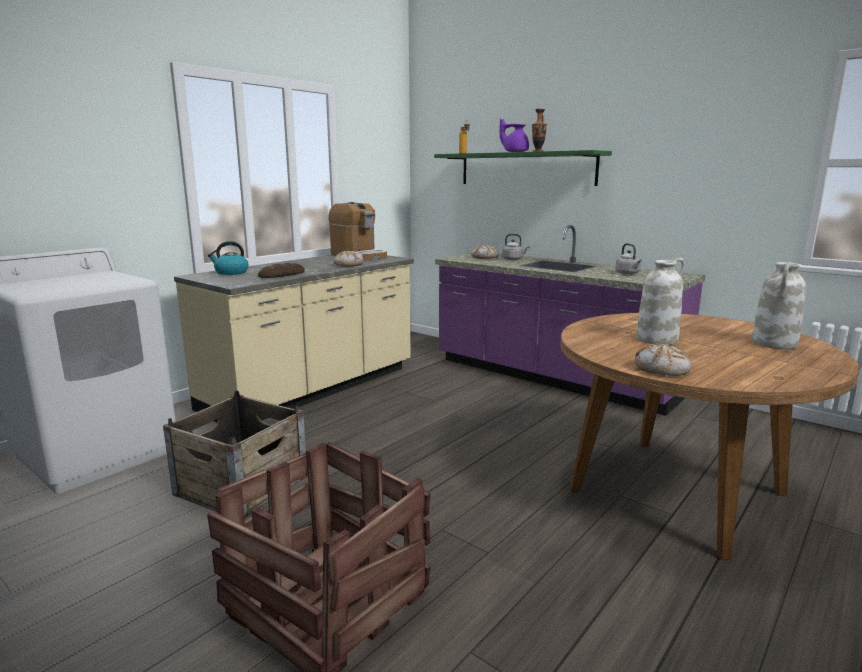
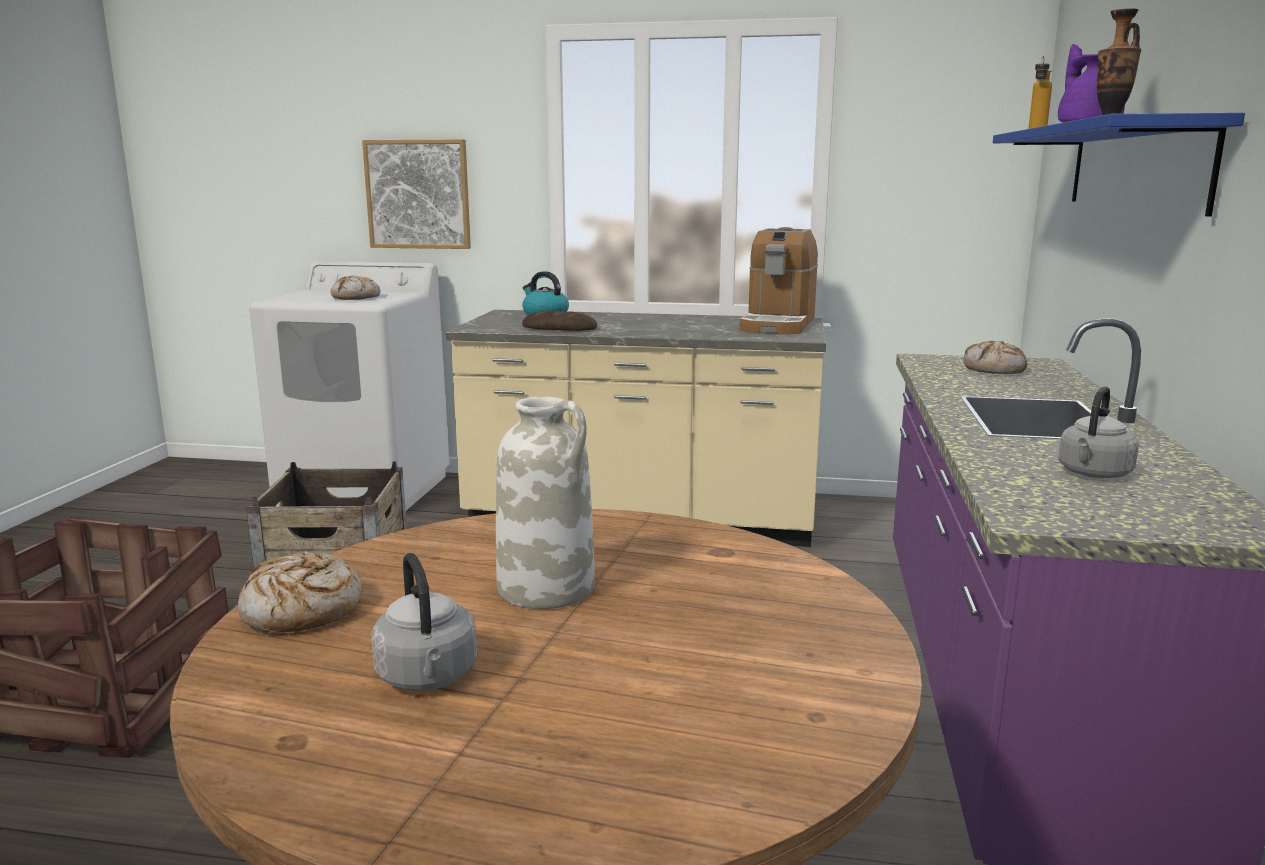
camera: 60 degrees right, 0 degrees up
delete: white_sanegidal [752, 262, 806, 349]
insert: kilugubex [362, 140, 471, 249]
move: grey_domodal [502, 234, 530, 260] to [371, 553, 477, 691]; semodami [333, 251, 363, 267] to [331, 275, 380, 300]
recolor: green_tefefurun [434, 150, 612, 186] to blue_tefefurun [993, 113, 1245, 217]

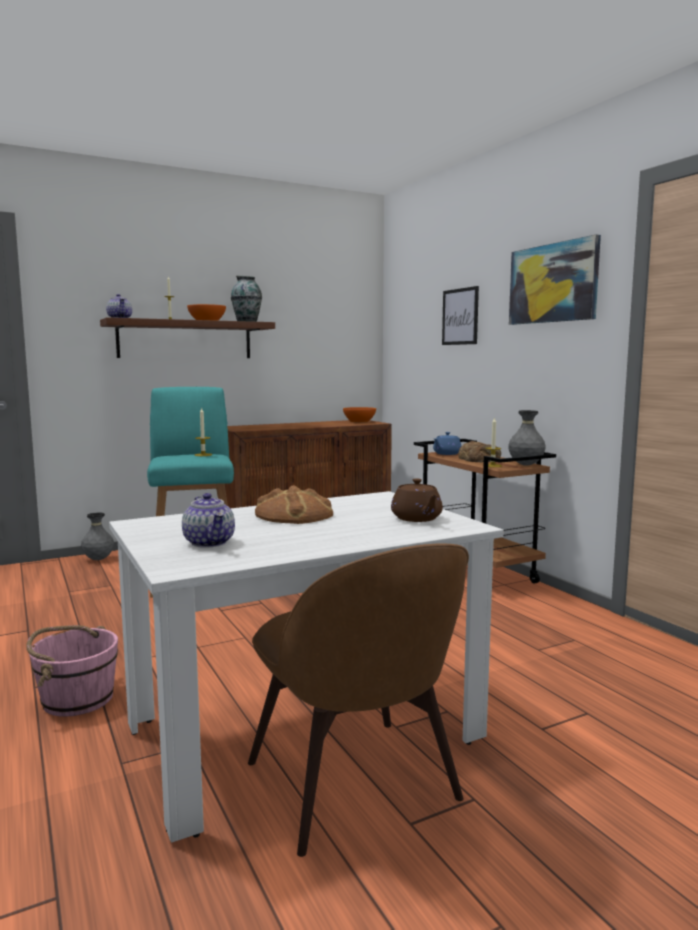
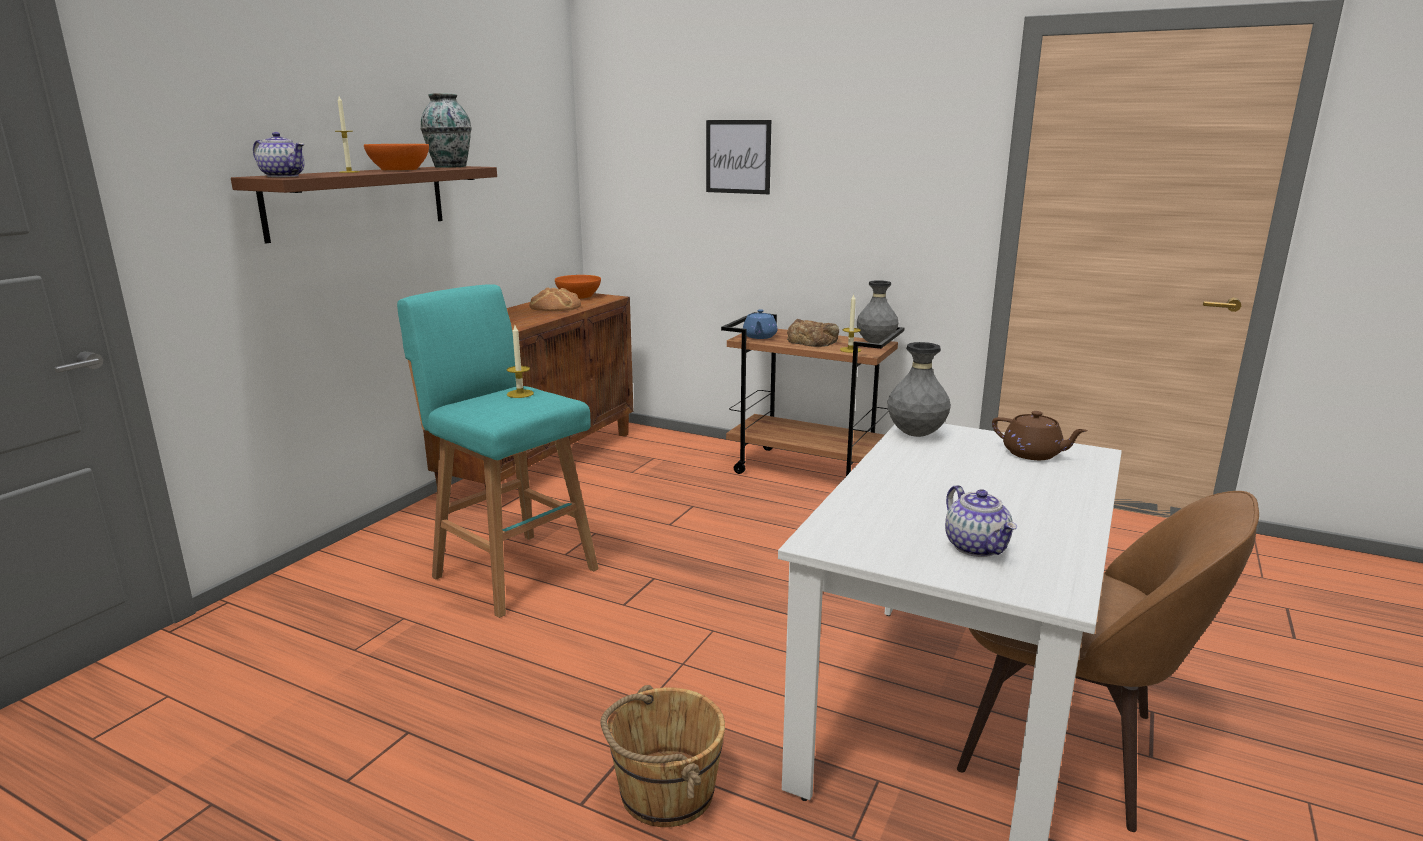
camera: 35 degrees left, 10 degrees up
delete: kilugubex [509, 234, 601, 325]
move: semodami [255, 485, 333, 524] to [529, 287, 581, 311]; grey_sanegidal [81, 512, 114, 560] to [888, 342, 951, 437]
recolor: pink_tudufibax [26, 625, 118, 717] to brown_tudufibax [600, 685, 725, 827]
rotate: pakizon [182, 493, 235, 548] = [945, 485, 1017, 557] 45 degrees clockwise

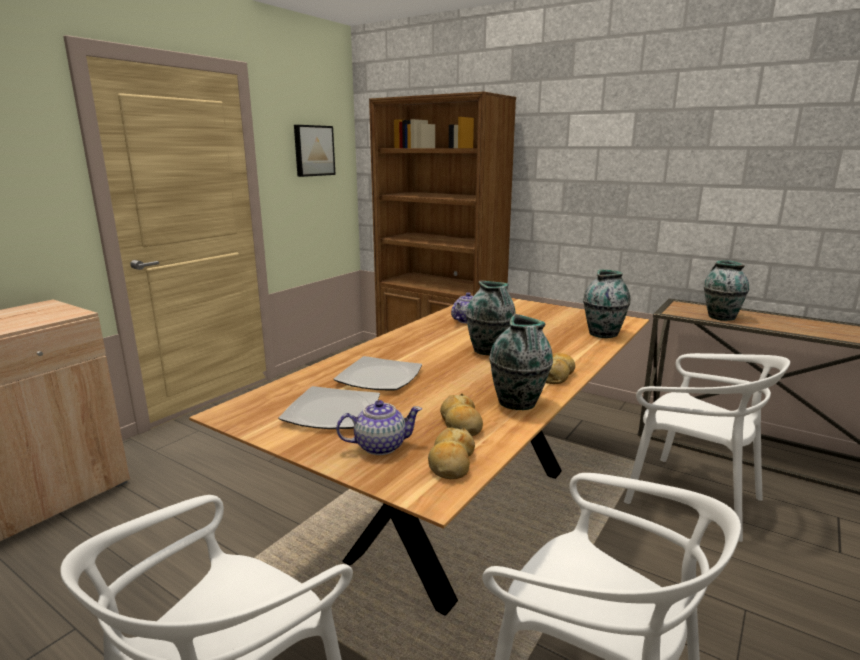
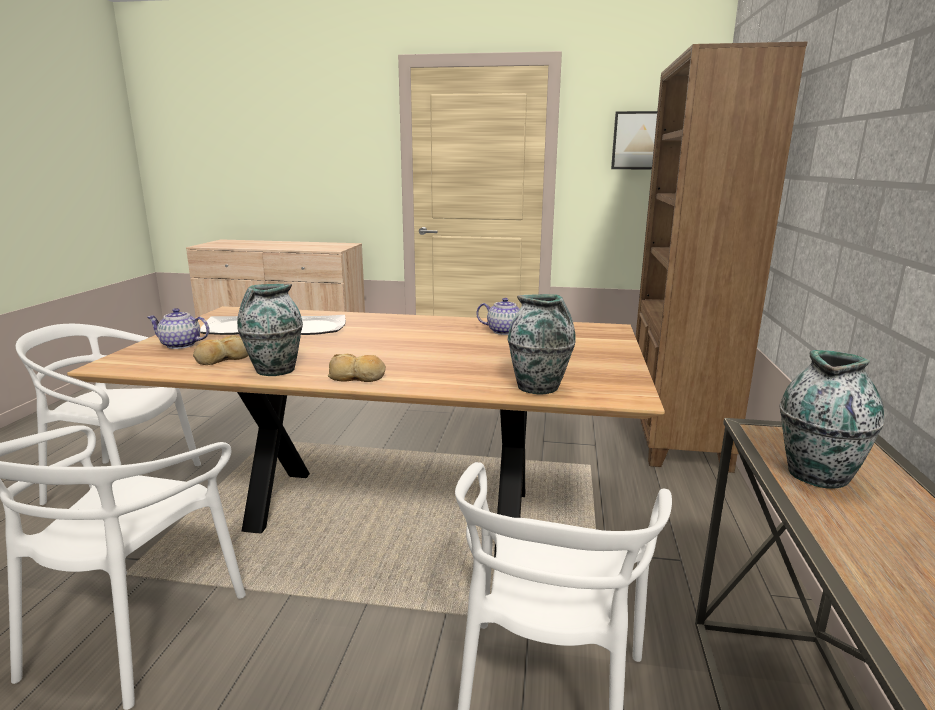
camera: 65 degrees right, 0 degrees up
delete: sanegidal [466, 281, 516, 355]; semodami [428, 428, 475, 479]
rotate: pakizon [336, 400, 422, 455] = [147, 308, 210, 349] 135 degrees clockwise

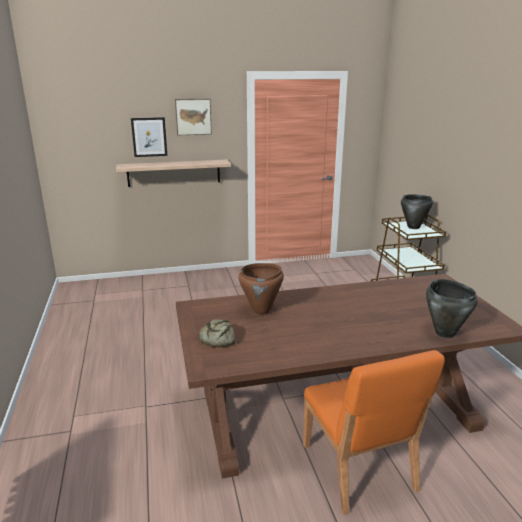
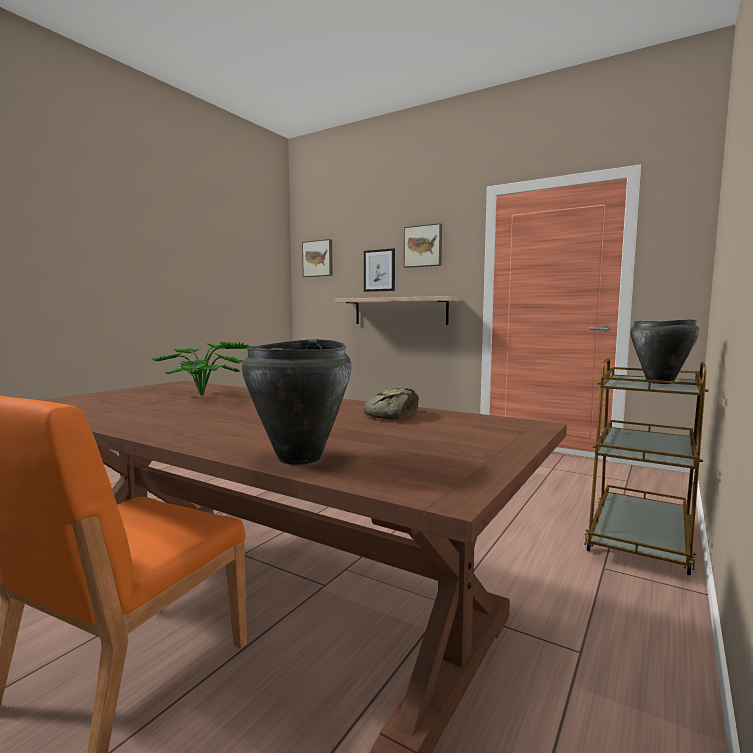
camera: 45 degrees right, 15 degrees down
insert: kilugubex [302, 239, 333, 277]
move: semodami [198, 319, 235, 347] to [364, 388, 419, 420]
replace: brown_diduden [239, 263, 284, 315] to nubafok [152, 341, 251, 395]

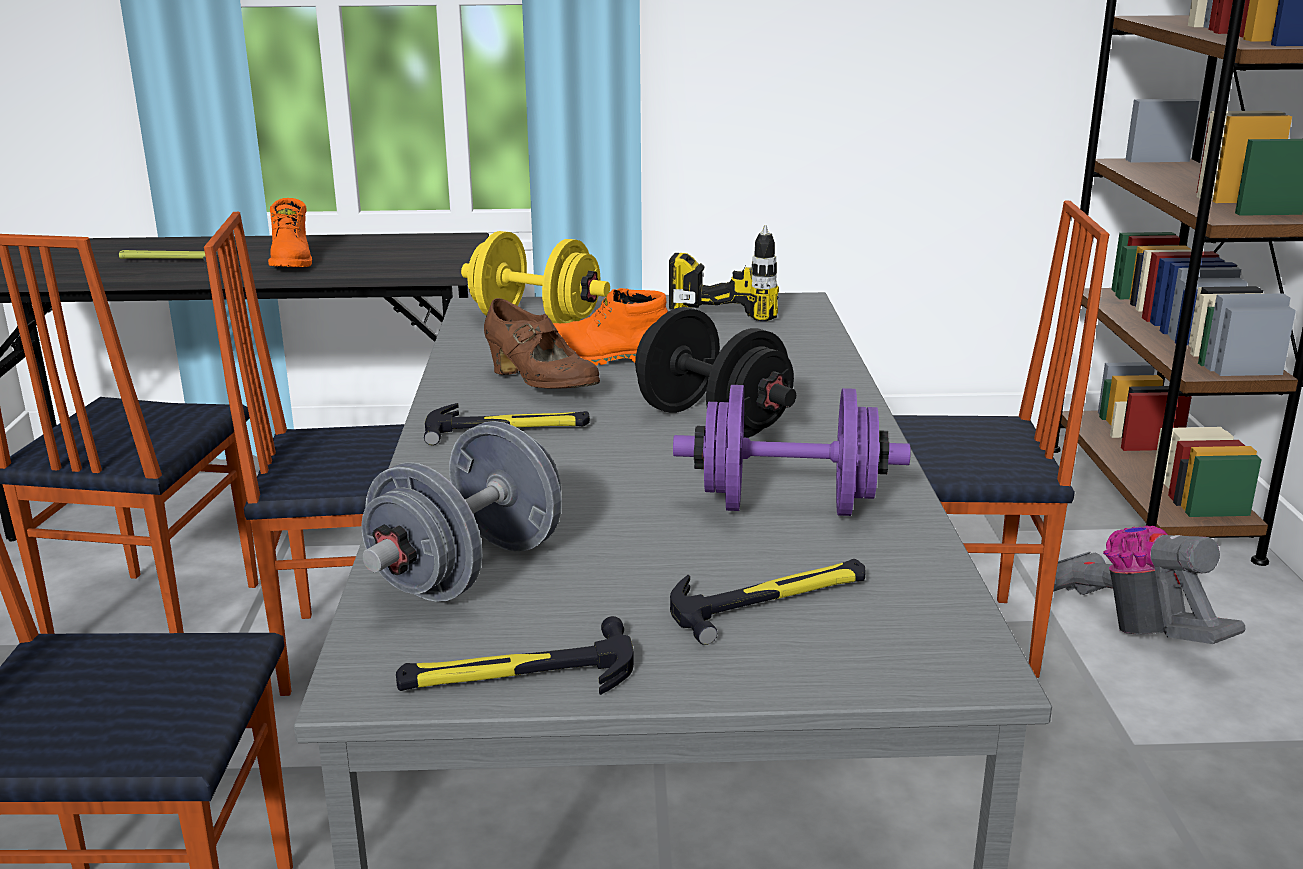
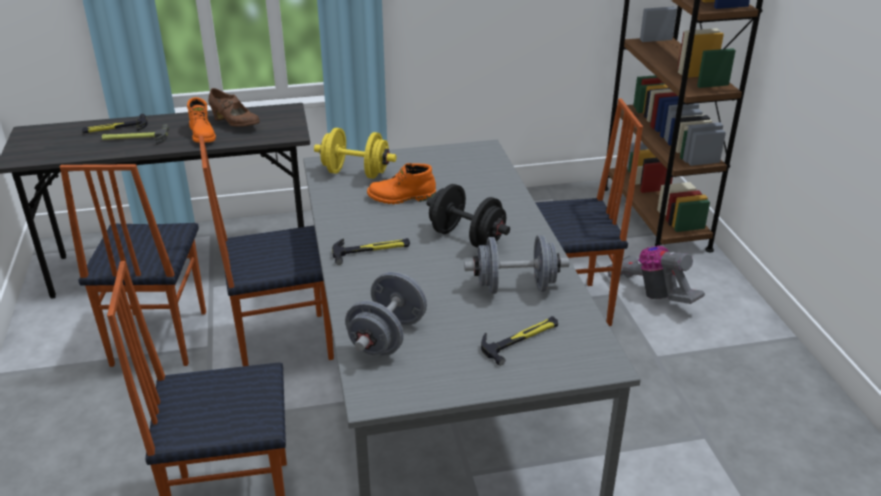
camera: 10 degrees left, 10 degrees up
delete: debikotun [669, 225, 779, 321]
move: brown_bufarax [484, 298, 600, 389] to [208, 88, 260, 127]; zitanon [396, 616, 634, 695] to [82, 114, 148, 133]
recolor: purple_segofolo [673, 385, 911, 516] to grey_segofolo [464, 235, 569, 294]

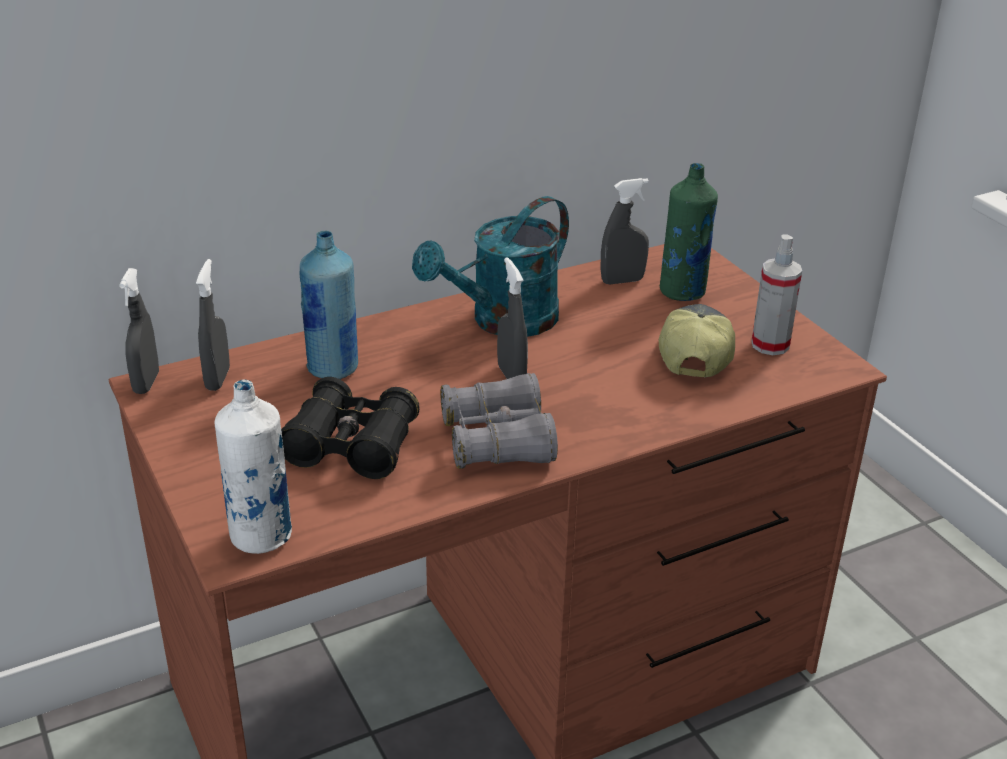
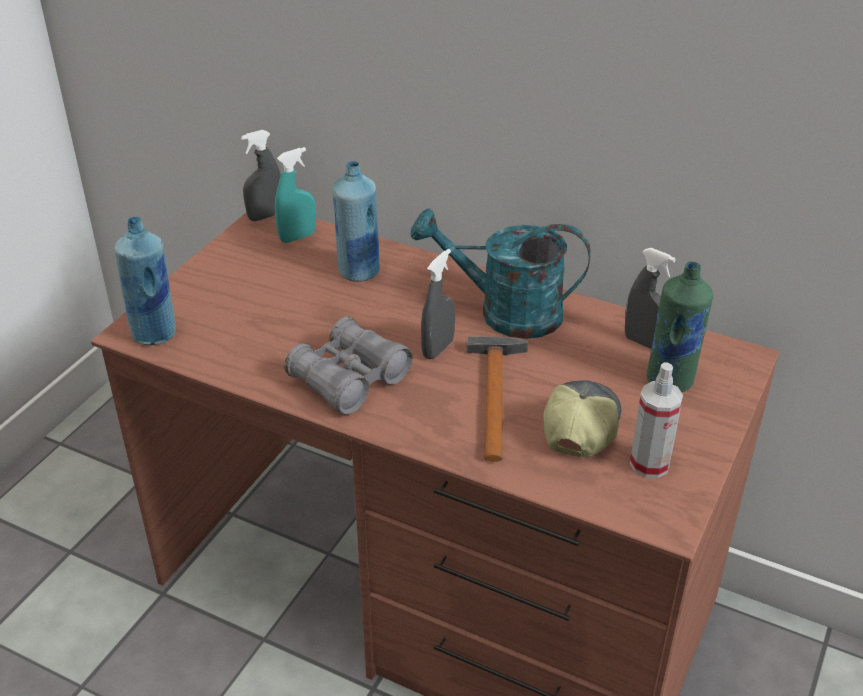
camera: 55 degrees right, 5 degrees up
delete: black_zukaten [281, 377, 420, 479]
insert: zitanon [466, 336, 528, 462]
recolor: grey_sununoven [196, 259, 230, 391] to turquoise_sununoven [275, 147, 316, 243]; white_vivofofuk [214, 379, 292, 554] to blue_vivofofuk [114, 217, 176, 345]
rotate: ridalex [658, 304, 735, 378] = [543, 380, 621, 457] 45 degrees counterclockwise

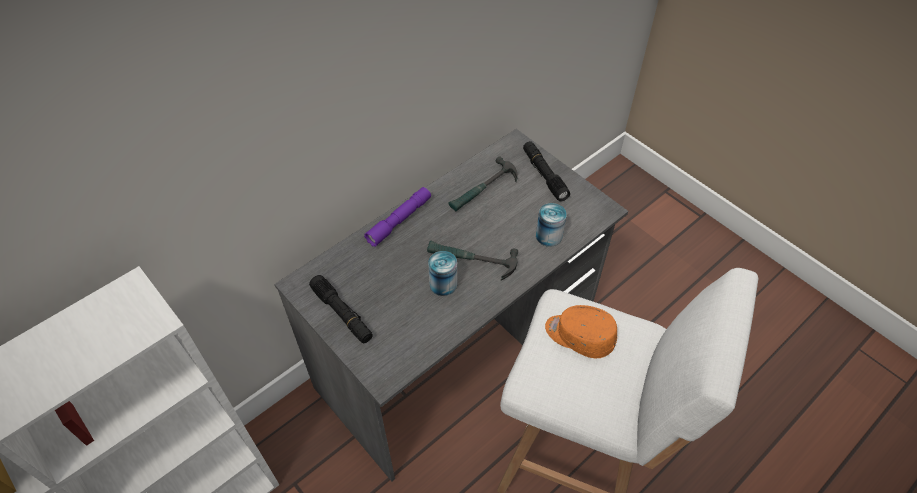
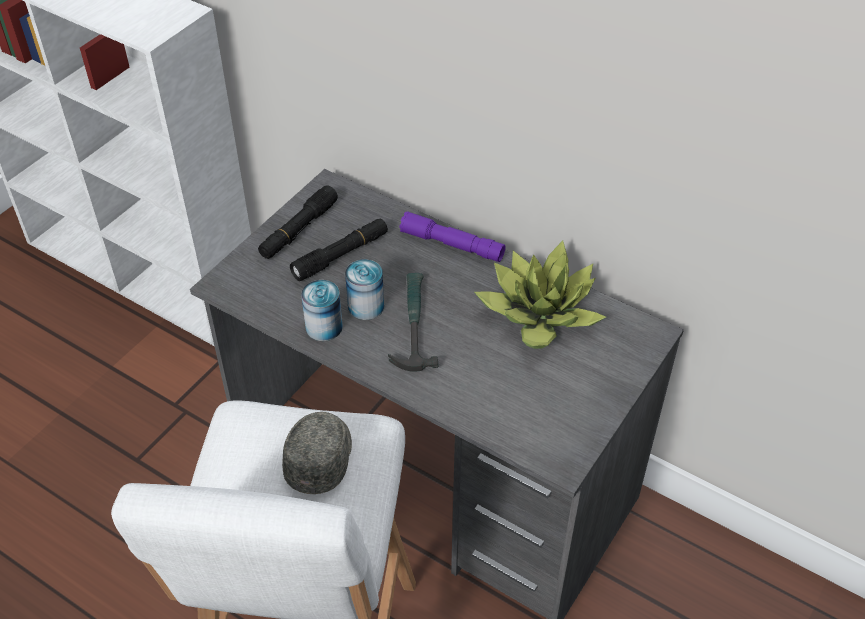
camera: 75 degrees right, 5 degrees down
move: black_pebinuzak [523, 141, 570, 201] to [290, 219, 388, 281]; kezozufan [536, 203, 567, 247] to [301, 280, 343, 341]
replace: zitanon [448, 156, 518, 211] to nubafok [474, 241, 606, 349]
recolor: orange_ridalex [545, 305, 617, 358] to grey_ridalex [282, 412, 352, 494]

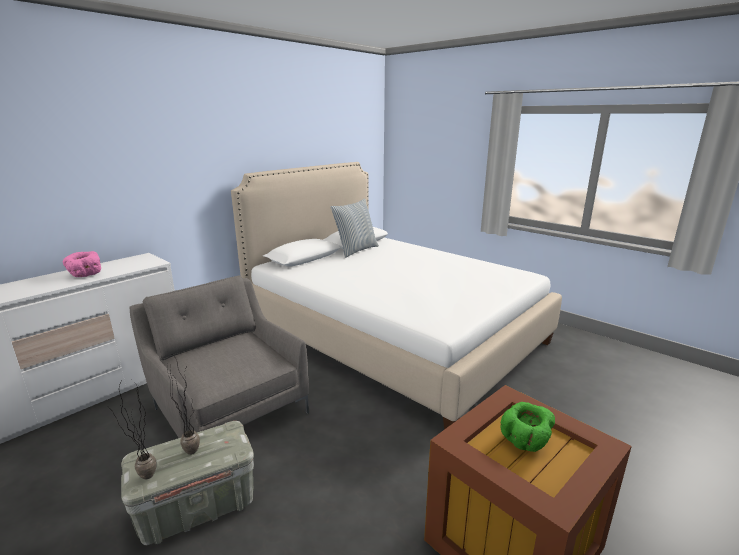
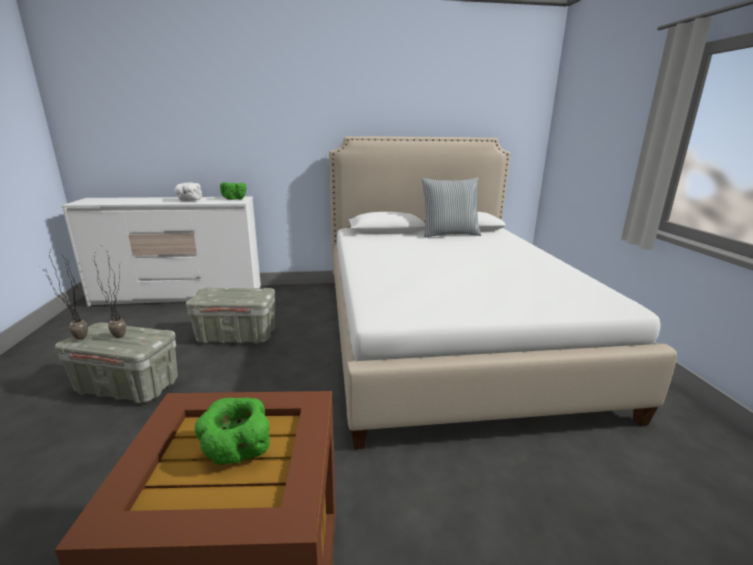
camera: 40 degrees right, 0 degrees up
insert: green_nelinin [220, 182, 247, 200]
replace: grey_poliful [129, 275, 309, 438] to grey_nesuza [186, 287, 275, 344]
recolor: pink_nelinin [63, 251, 101, 277] to white_nelinin [174, 182, 202, 201]

